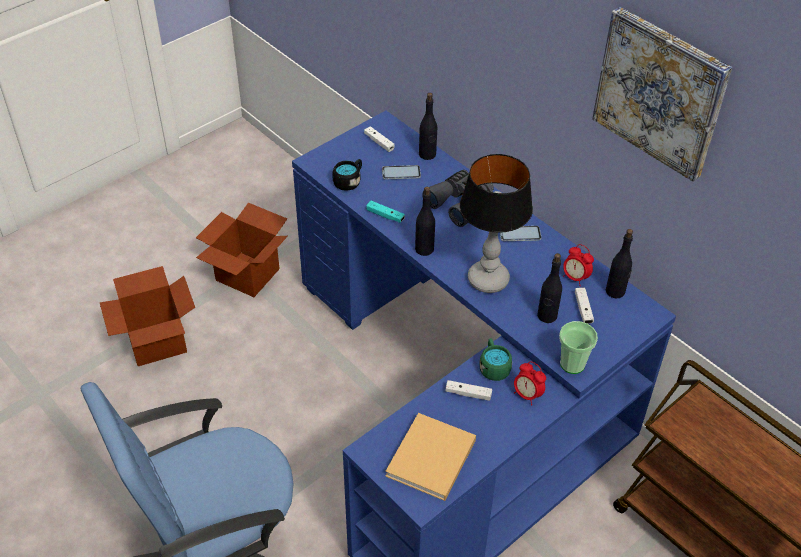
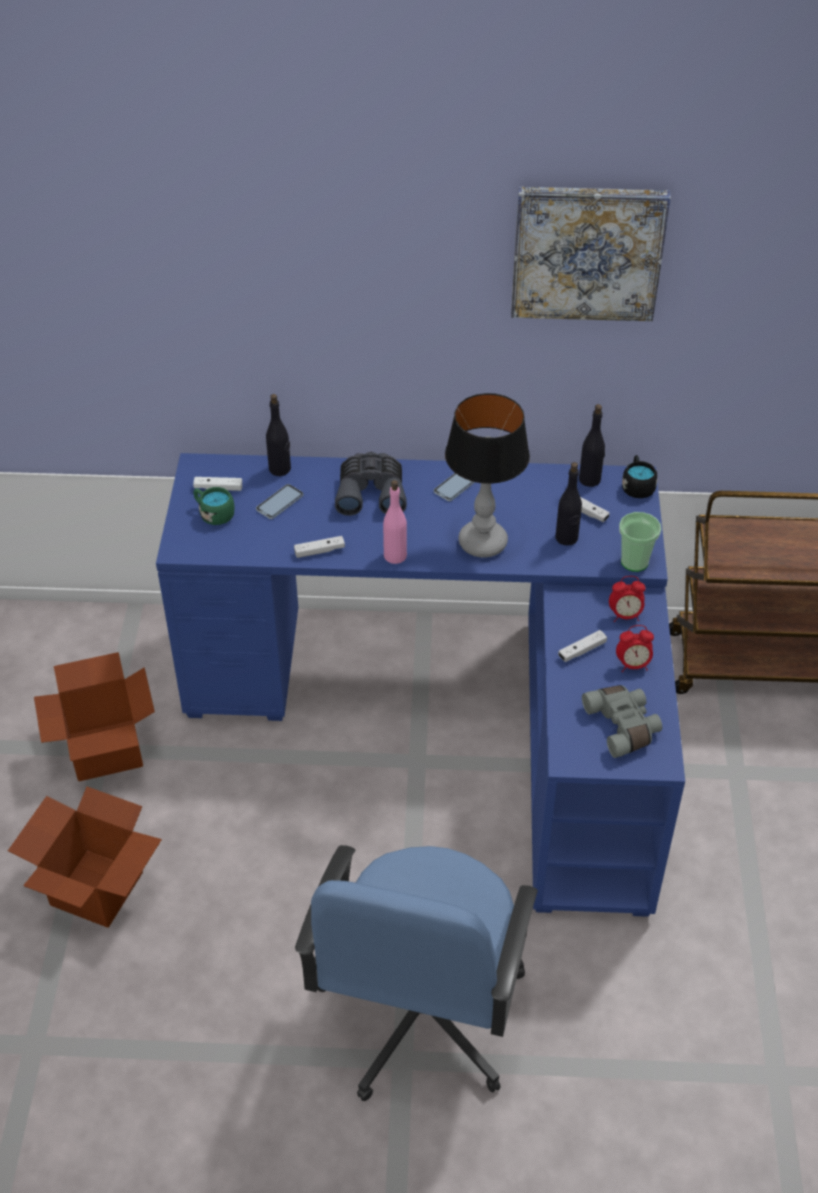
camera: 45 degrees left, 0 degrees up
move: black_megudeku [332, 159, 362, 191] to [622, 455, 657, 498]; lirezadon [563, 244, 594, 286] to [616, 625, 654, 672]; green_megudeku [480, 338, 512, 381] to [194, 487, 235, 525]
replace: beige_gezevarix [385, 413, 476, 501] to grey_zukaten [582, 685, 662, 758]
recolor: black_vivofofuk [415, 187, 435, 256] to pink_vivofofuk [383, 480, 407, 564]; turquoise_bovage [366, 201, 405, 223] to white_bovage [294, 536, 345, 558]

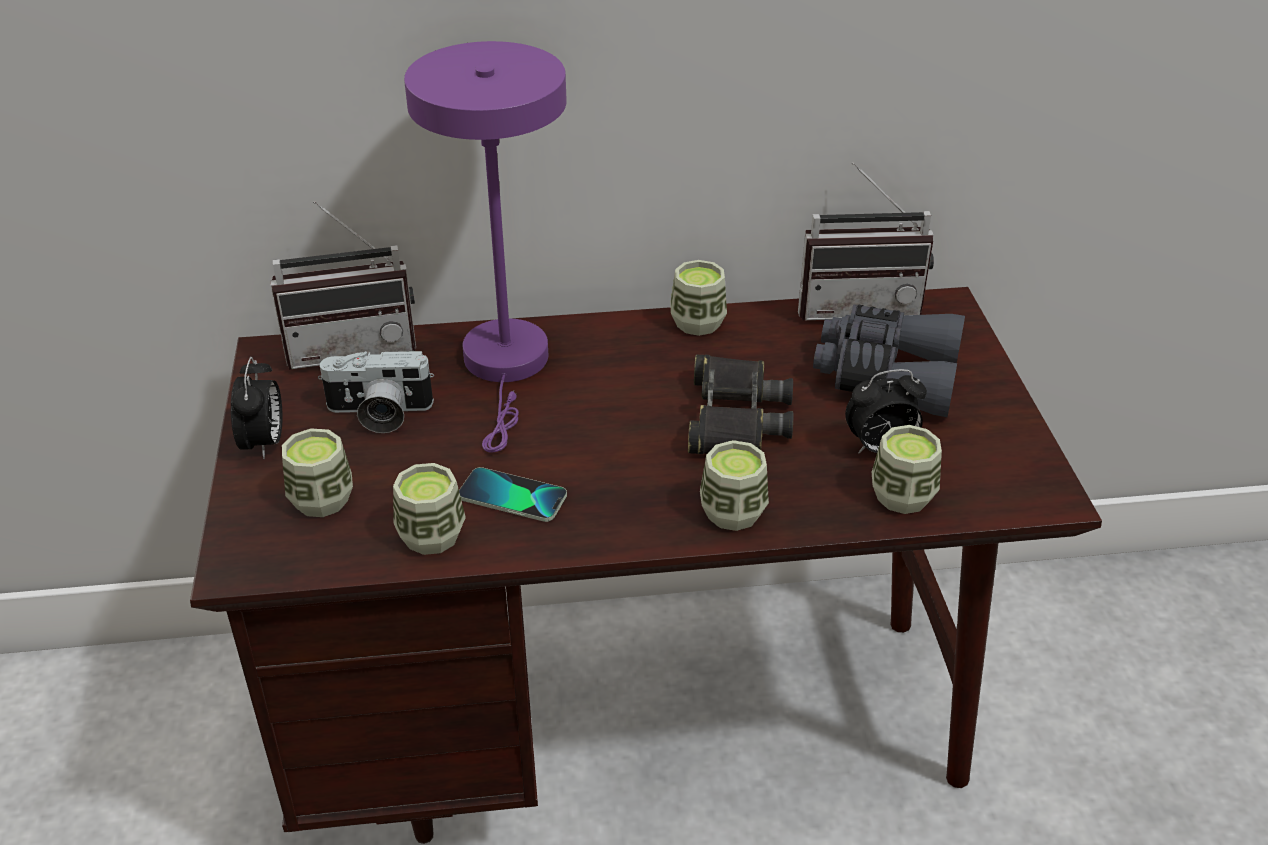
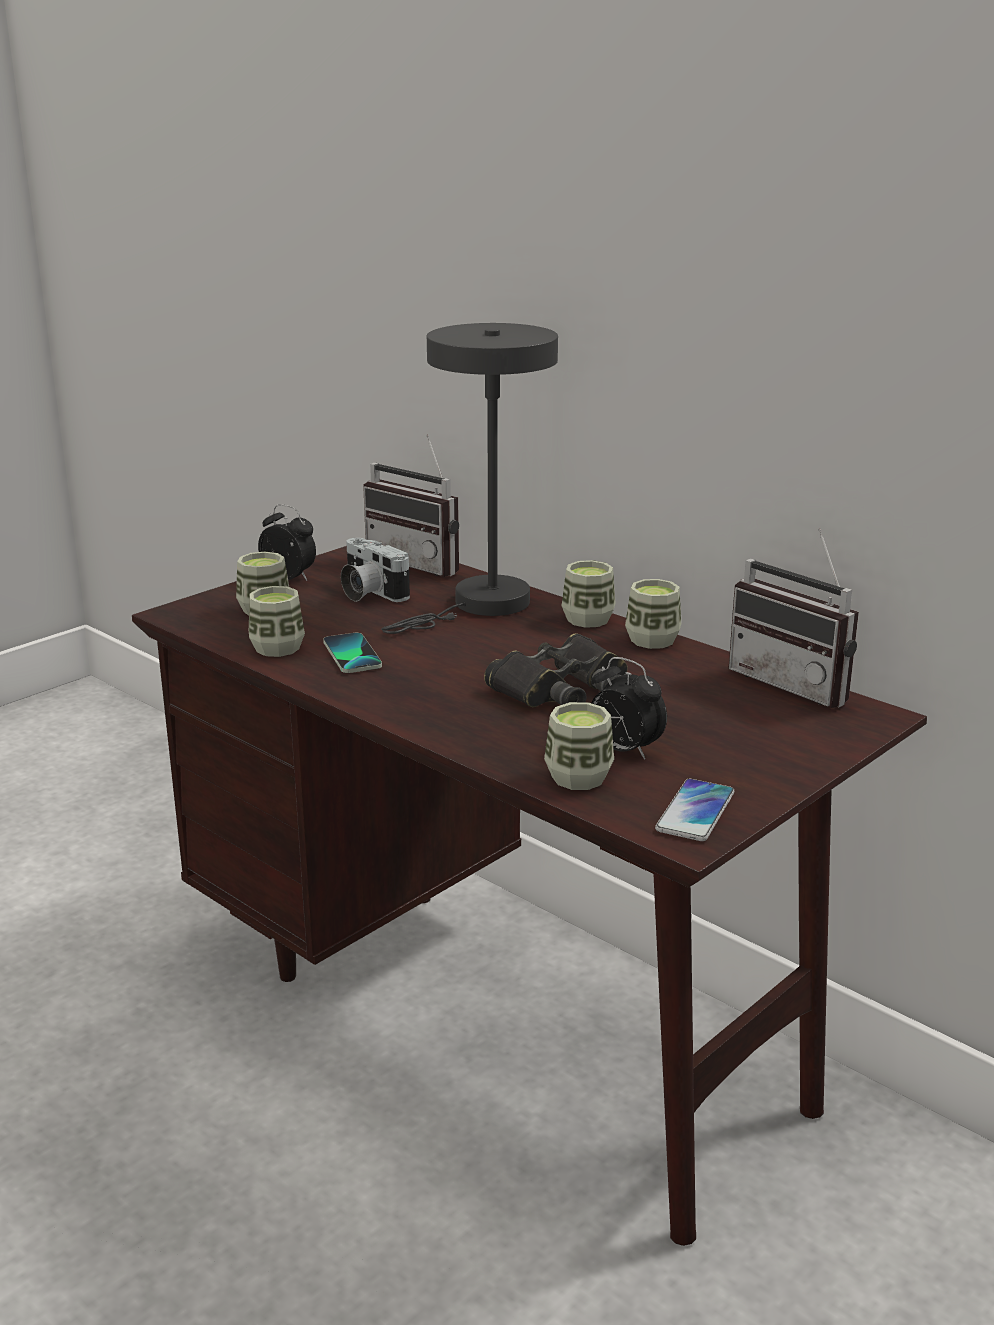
camera: 50 degrees right, 15 degrees down
delete: grey_zukaten [813, 305, 965, 417]
insert: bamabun [655, 779, 734, 841]
move: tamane [700, 440, 769, 531] to [562, 560, 616, 628]
recolor: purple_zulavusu [404, 41, 567, 452] to grey_zulavusu [381, 323, 558, 634]
rotate: lirezadon [231, 357, 283, 459] = [258, 504, 316, 581] 105 degrees counterclockwise

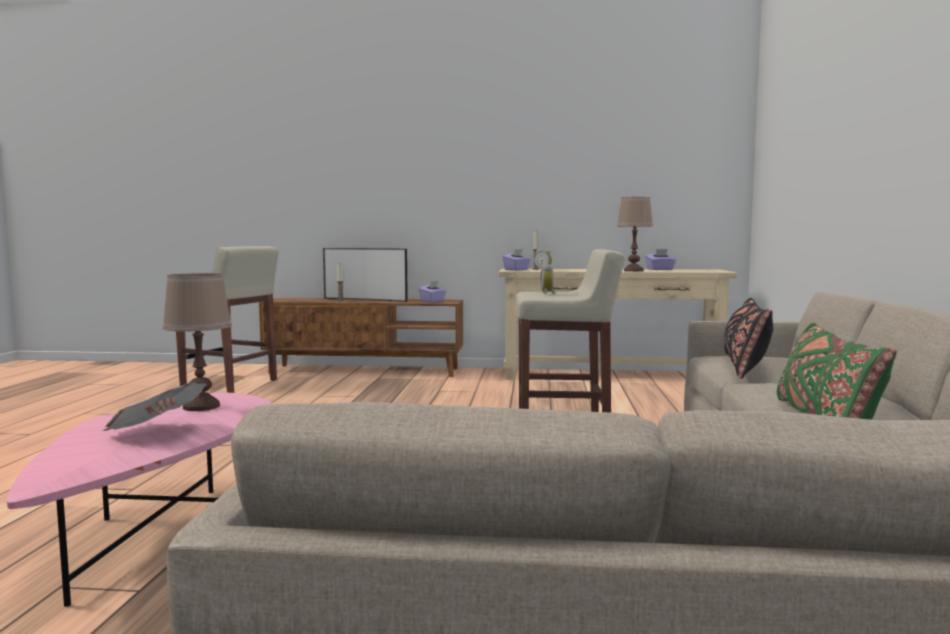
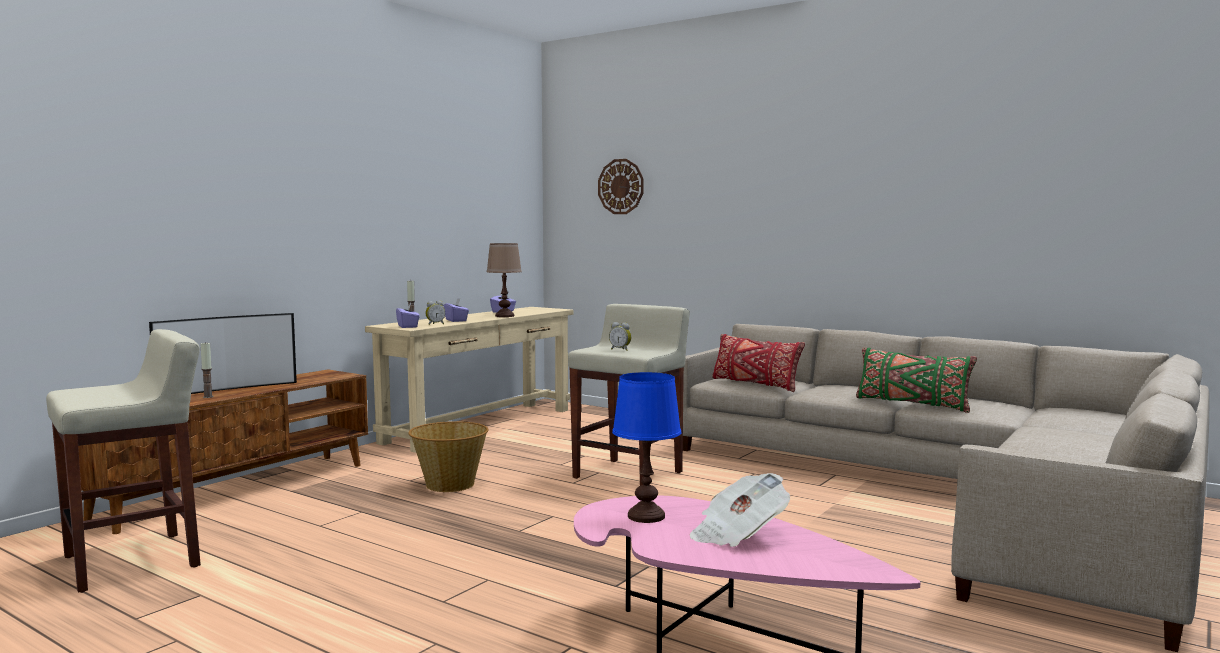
camera: 60 degrees left, 0 degrees up
insert: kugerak [598, 159, 644, 214]; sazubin [408, 421, 489, 492]
move: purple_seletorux [418, 281, 446, 302] to [444, 298, 469, 322]
recolor: brown_zulavusu [162, 273, 232, 411] to blue_zulavusu [612, 372, 681, 523]; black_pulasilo [724, 298, 773, 379] to red_pulasilo [712, 334, 805, 392]

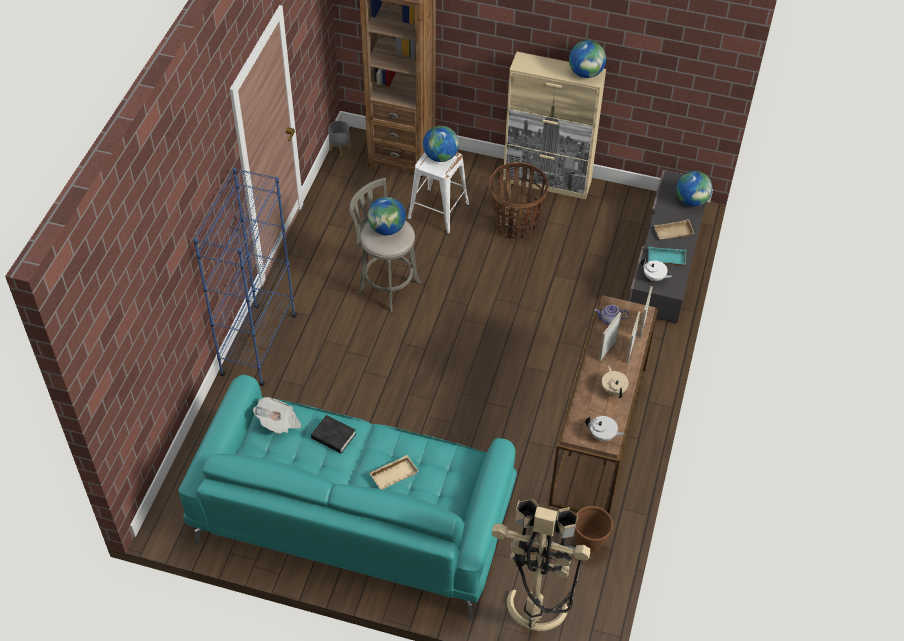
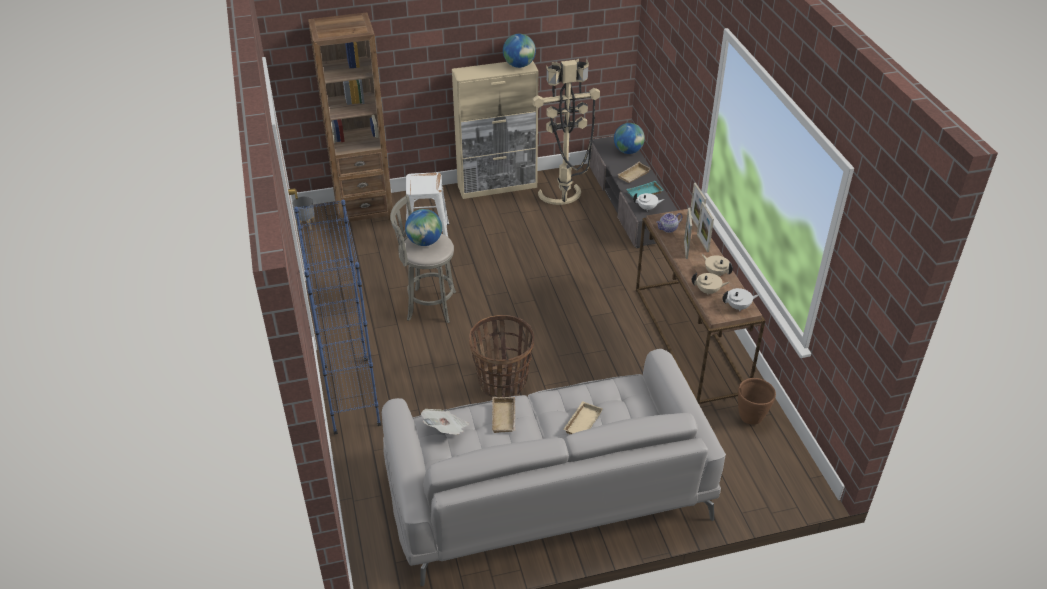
camera: 30 degrees left, 10 degrees down
delete: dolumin [423, 126, 459, 162]
insert: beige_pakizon [692, 273, 730, 294]
move: sazubin [488, 162, 549, 239] to [469, 315, 534, 397]; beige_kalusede [492, 497, 590, 631] to [533, 59, 600, 205]
replace: black_gezevarix [311, 415, 356, 453] to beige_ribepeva [492, 397, 516, 433]
recolor: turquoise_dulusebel [178, 375, 517, 620] to grey_dulusebel [382, 349, 726, 586]

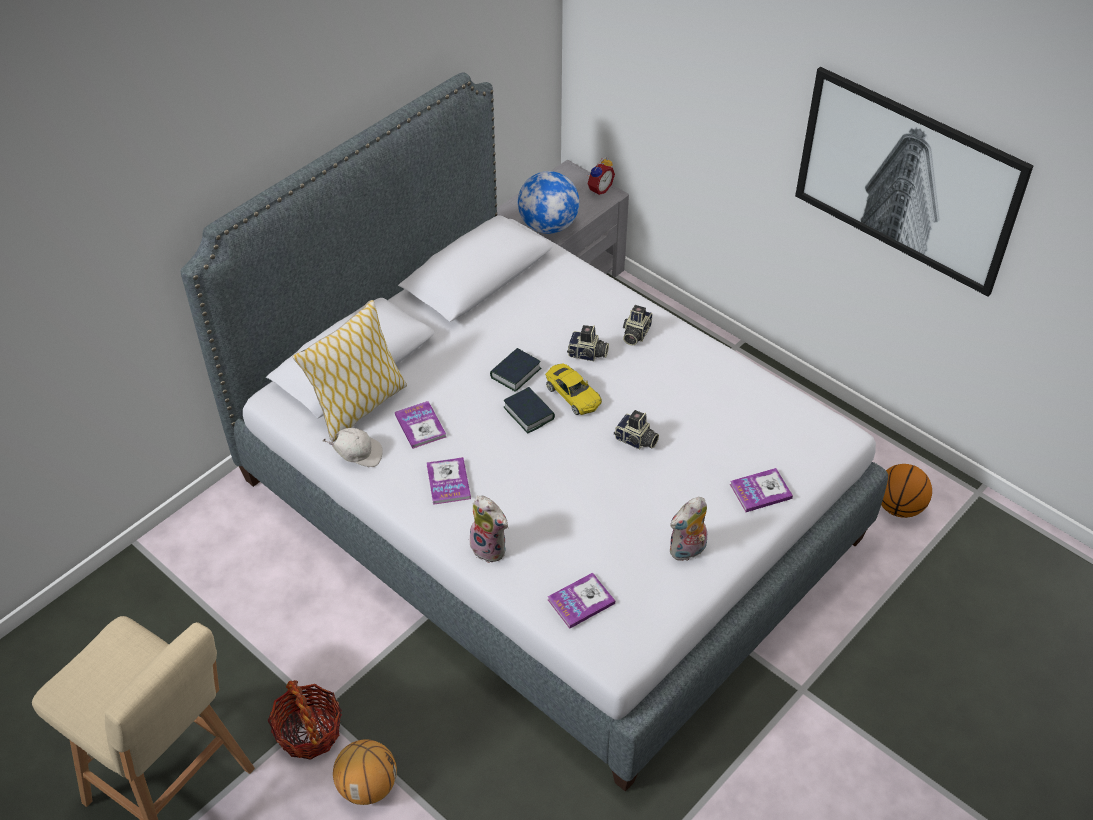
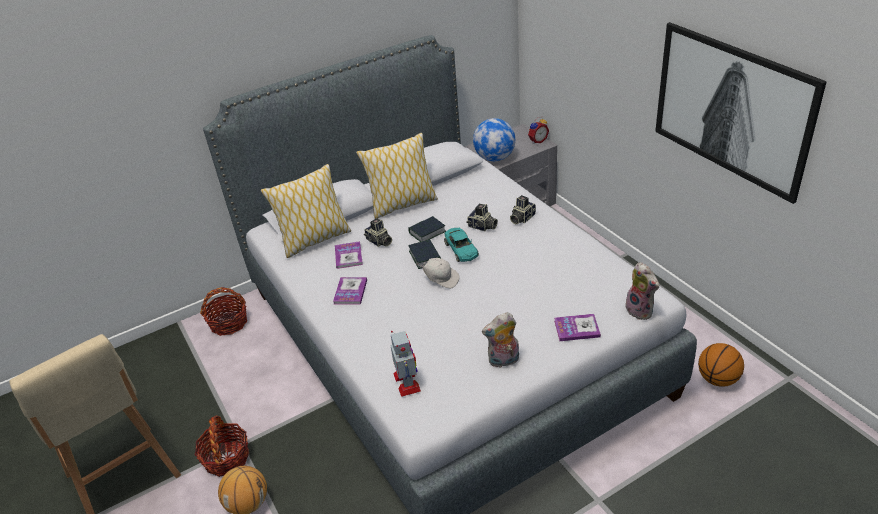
camera: 20 degrees right, 10 degrees down
insert: pulasilo [356, 133, 438, 219]; sazubin [200, 287, 247, 336]
move: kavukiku [614, 410, 659, 449] to [364, 218, 392, 247]; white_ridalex [323, 428, 383, 467] to [417, 258, 460, 288]; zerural [470, 495, 508, 563] to [625, 262, 659, 320]
replace: gezevarix [548, 572, 615, 629] to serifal [390, 331, 421, 397]
recolor: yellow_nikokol [545, 363, 602, 415] to turquoise_nikokol [444, 228, 479, 262]

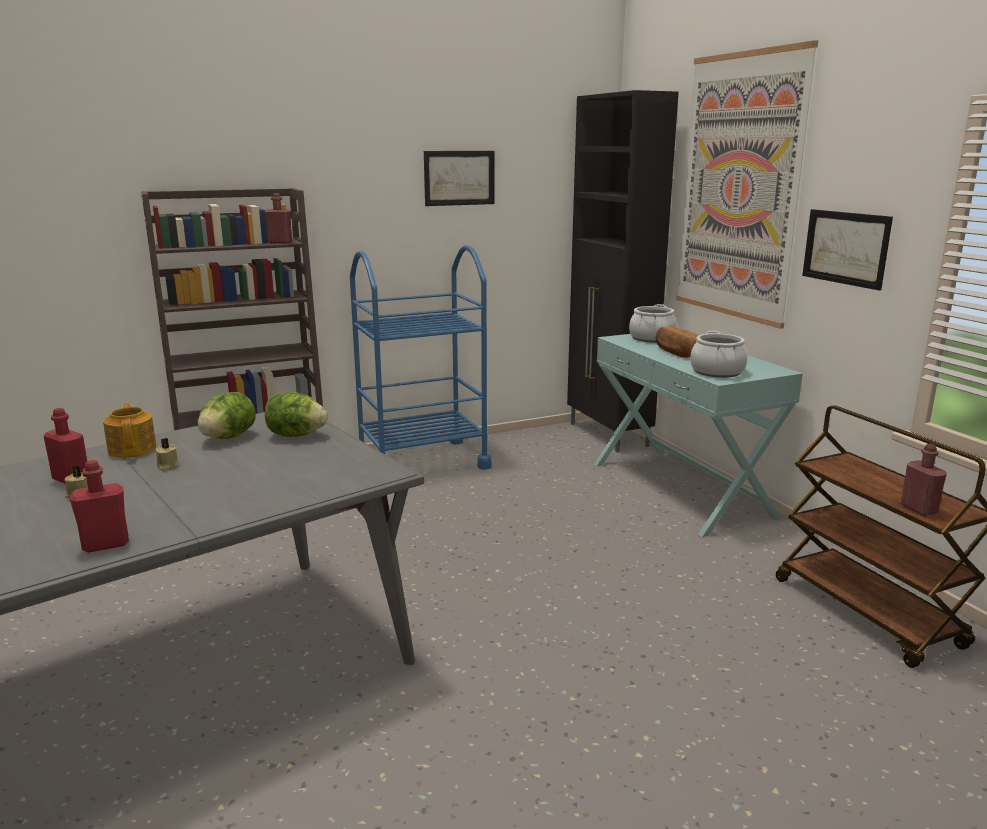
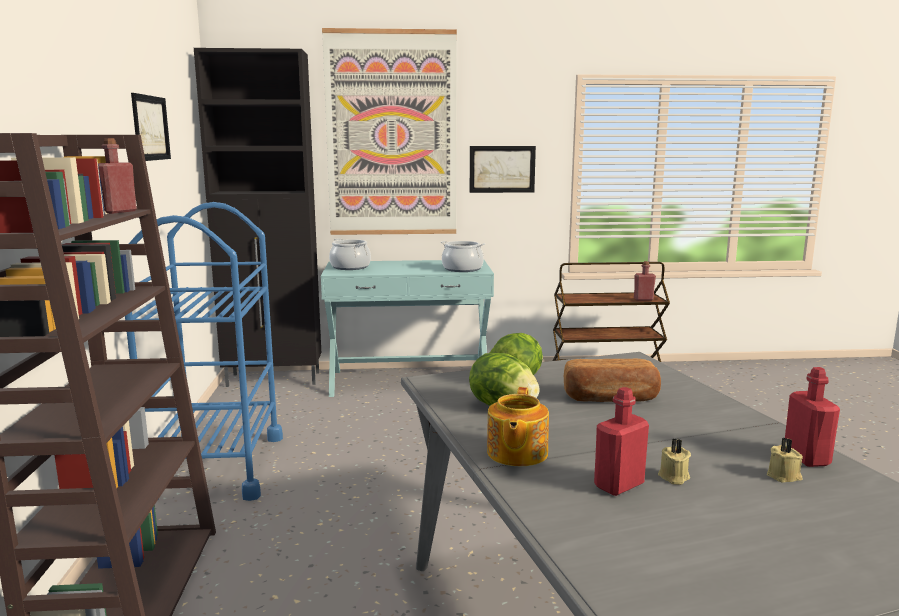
camera: 70 degrees left, 5 degrees down
move: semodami [656, 326, 699, 358] to [564, 359, 661, 402]; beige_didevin [156, 438, 179, 470] to [767, 438, 803, 483]
rotate: pakizon [103, 403, 156, 458] = [487, 387, 549, 467] 75 degrees counterclockwise

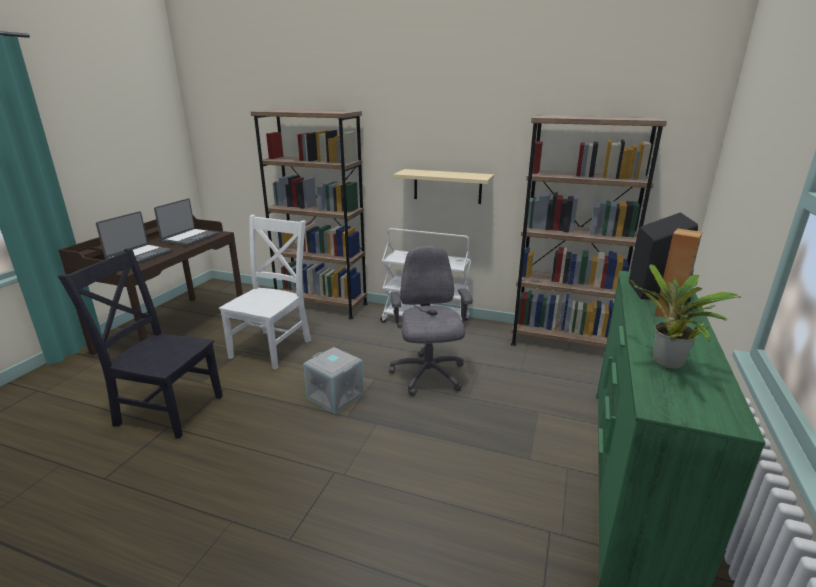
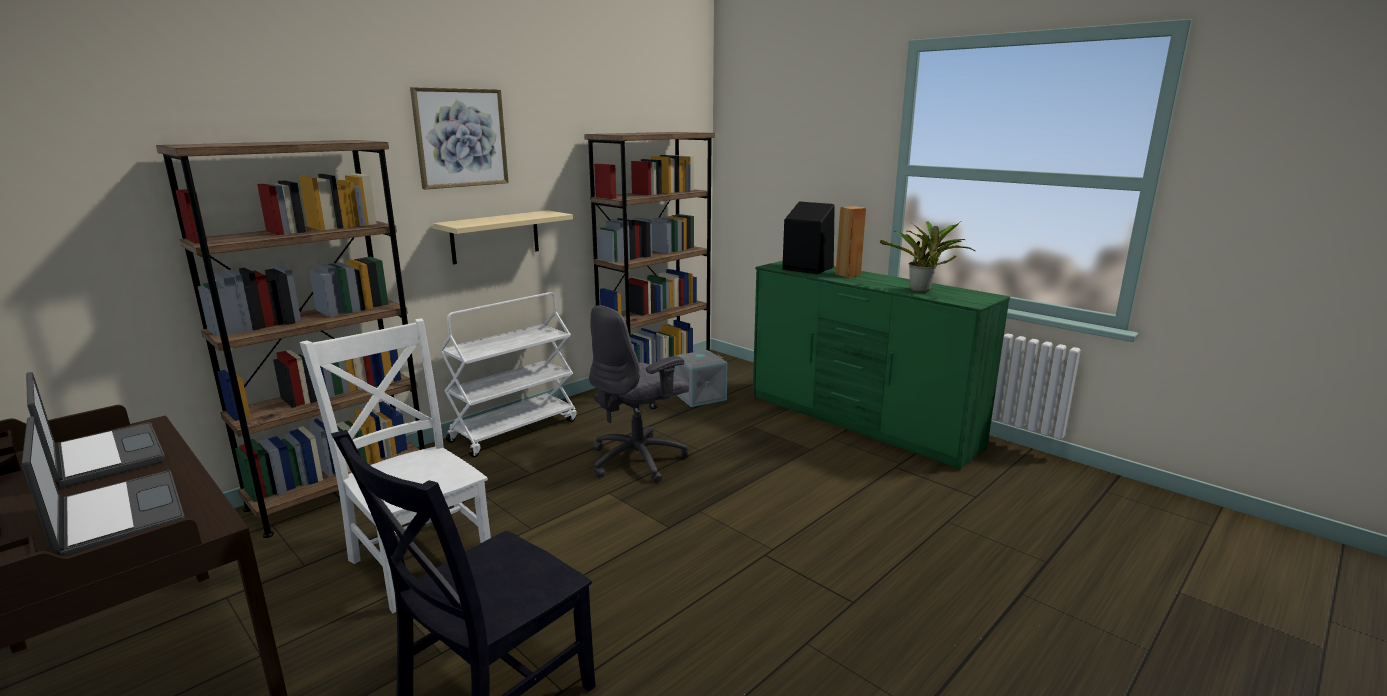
camera: 65 degrees left, 5 degrees down
insert: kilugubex [410, 87, 509, 190]
move: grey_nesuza [303, 347, 364, 414] to [674, 350, 728, 407]
rotate: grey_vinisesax [389, 246, 473, 396] = [589, 305, 689, 482] 60 degrees counterclockwise

